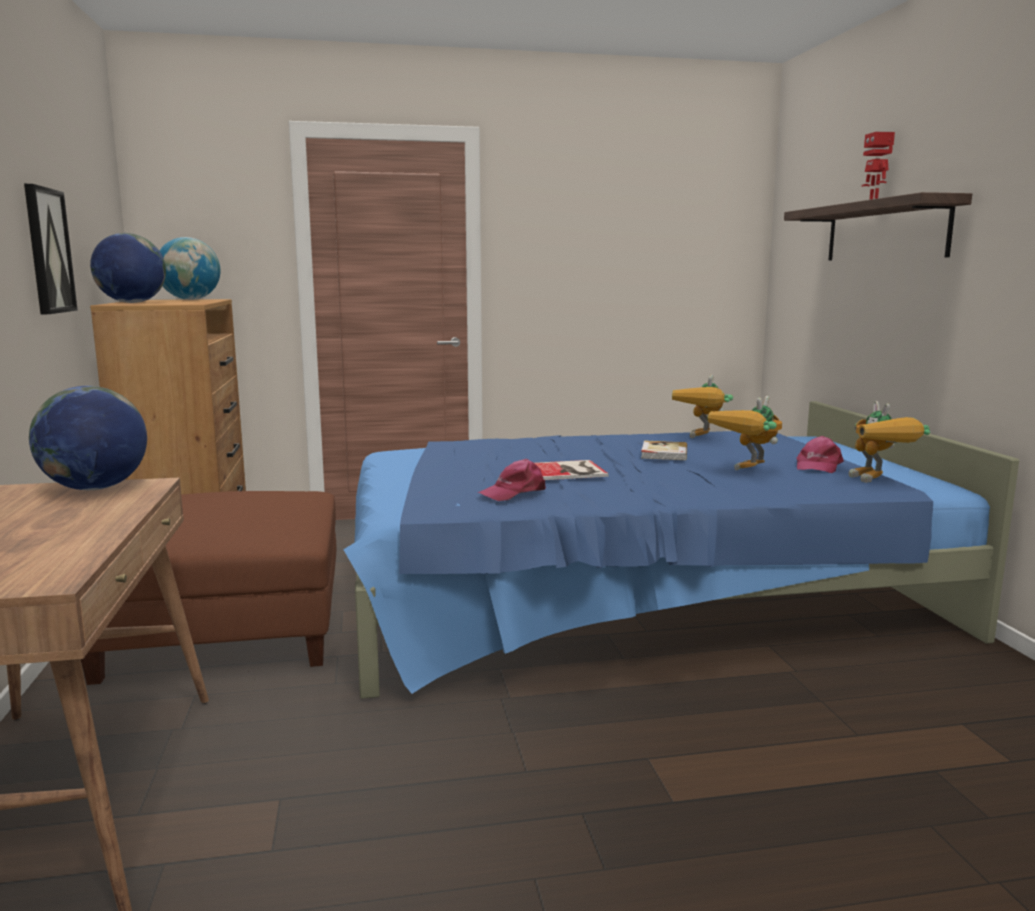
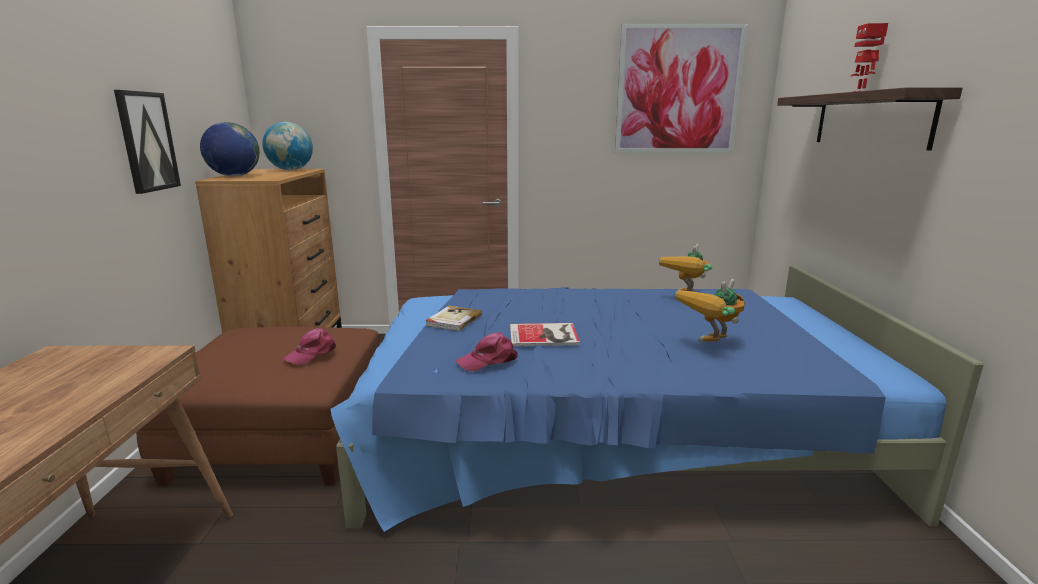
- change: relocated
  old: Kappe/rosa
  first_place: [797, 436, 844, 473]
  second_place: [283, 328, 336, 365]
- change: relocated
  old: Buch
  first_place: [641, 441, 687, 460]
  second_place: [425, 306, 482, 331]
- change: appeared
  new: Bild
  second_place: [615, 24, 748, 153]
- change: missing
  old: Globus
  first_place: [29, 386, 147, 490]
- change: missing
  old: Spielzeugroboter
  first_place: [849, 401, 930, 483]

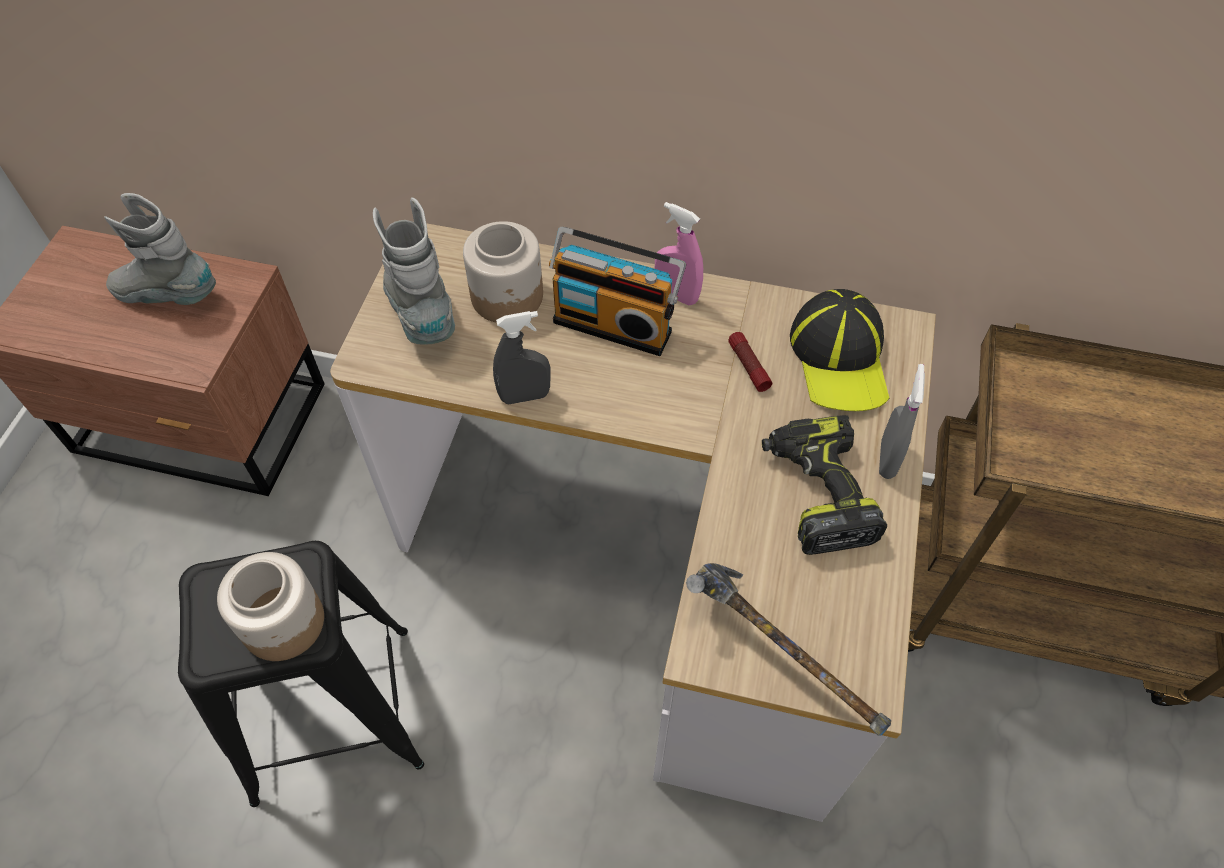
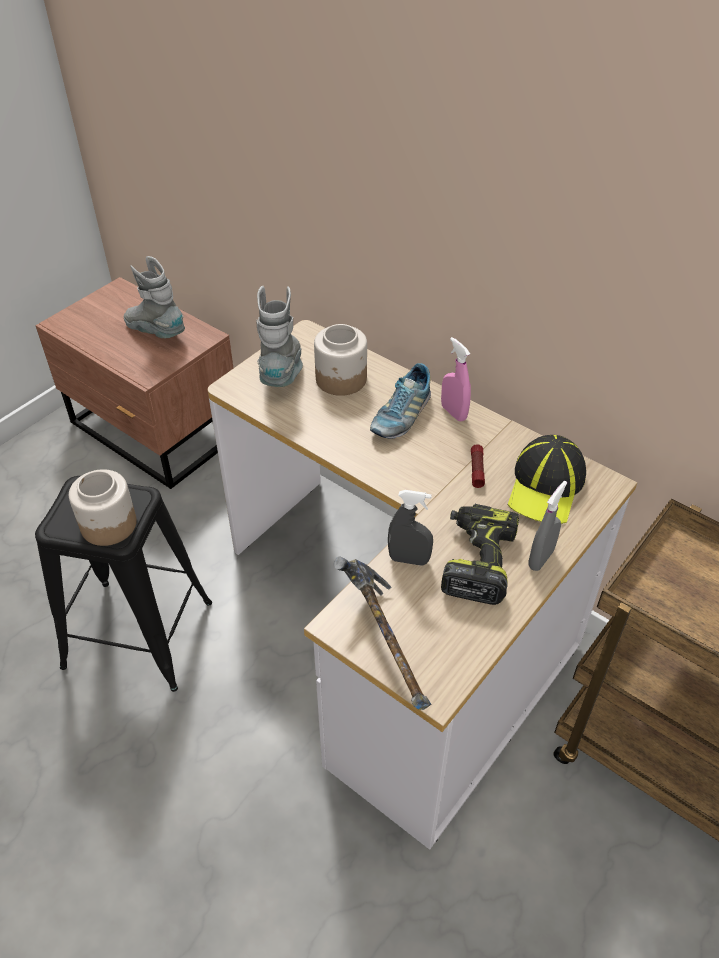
- change: exchanged
  old: Radio
  new: Schuh
  first_place: [549, 227, 686, 356]
  second_place: [370, 363, 431, 439]
- change: relocated
  old: Sprühflasche/grau
  first_place: [493, 311, 550, 404]
  second_place: [388, 490, 433, 566]

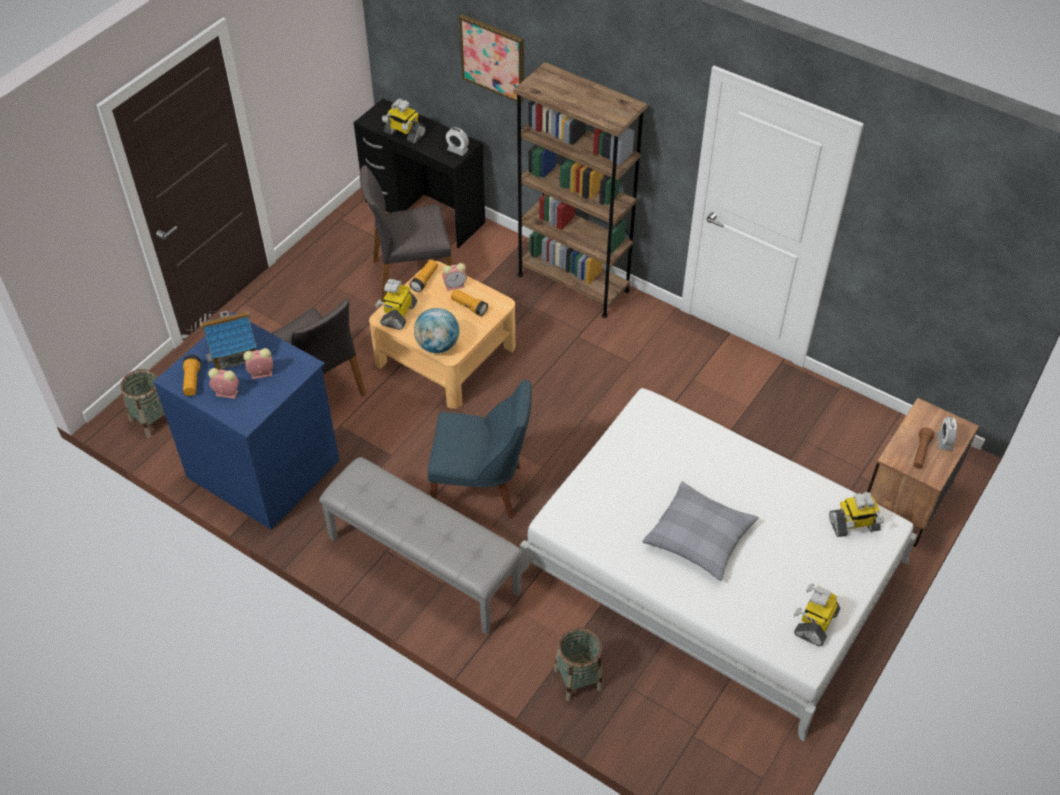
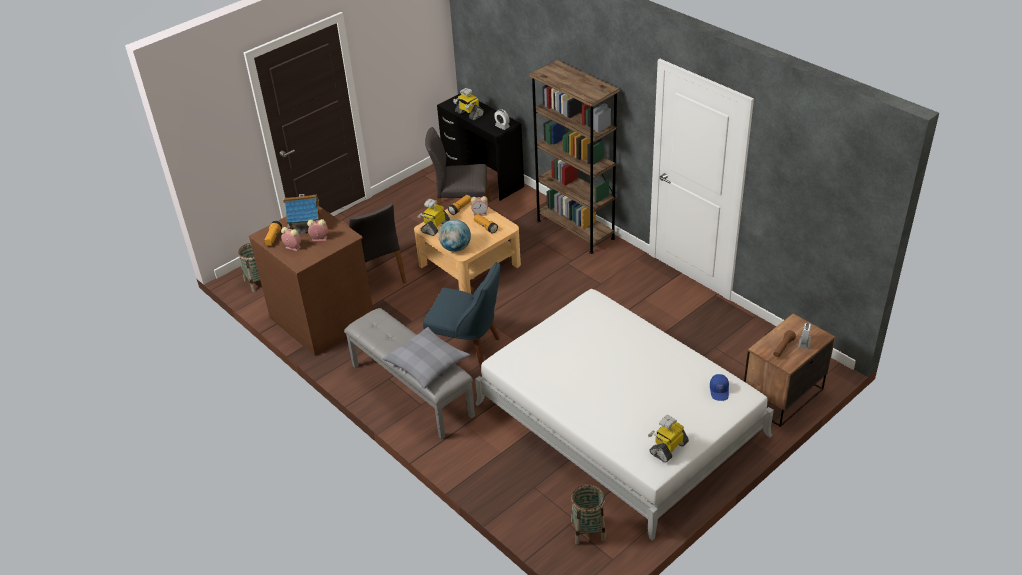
- change: colour
  old: Kommode/blau
  new: Kommode/braun
  first_place: [153, 312, 339, 530]
  second_place: [249, 206, 373, 356]
- change: relocated
  old: Kissen/grau
  first_place: [642, 481, 759, 581]
  second_place: [383, 327, 470, 389]
- change: relocated
  old: Korb
  first_place: [554, 628, 602, 701]
  second_place: [571, 484, 606, 544]
- change: exchanged
  old: Spielzeugroboter
  new: Kappe/blau
  first_place: [829, 492, 884, 537]
  second_place: [710, 374, 729, 401]
- change: missing
  old: Bild
  first_place: [459, 14, 524, 104]

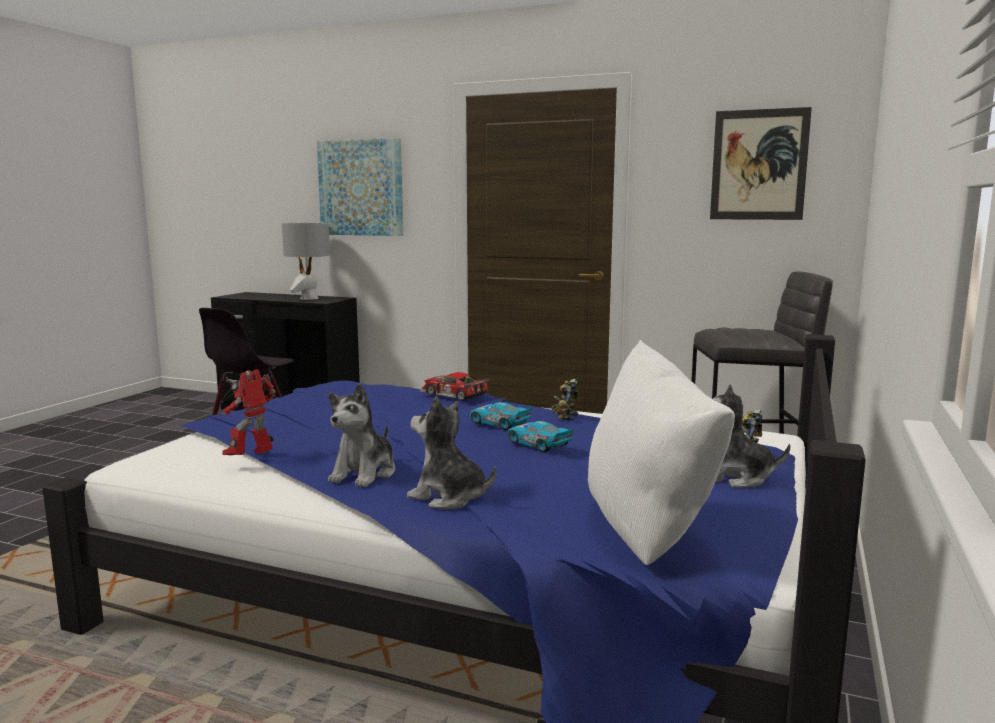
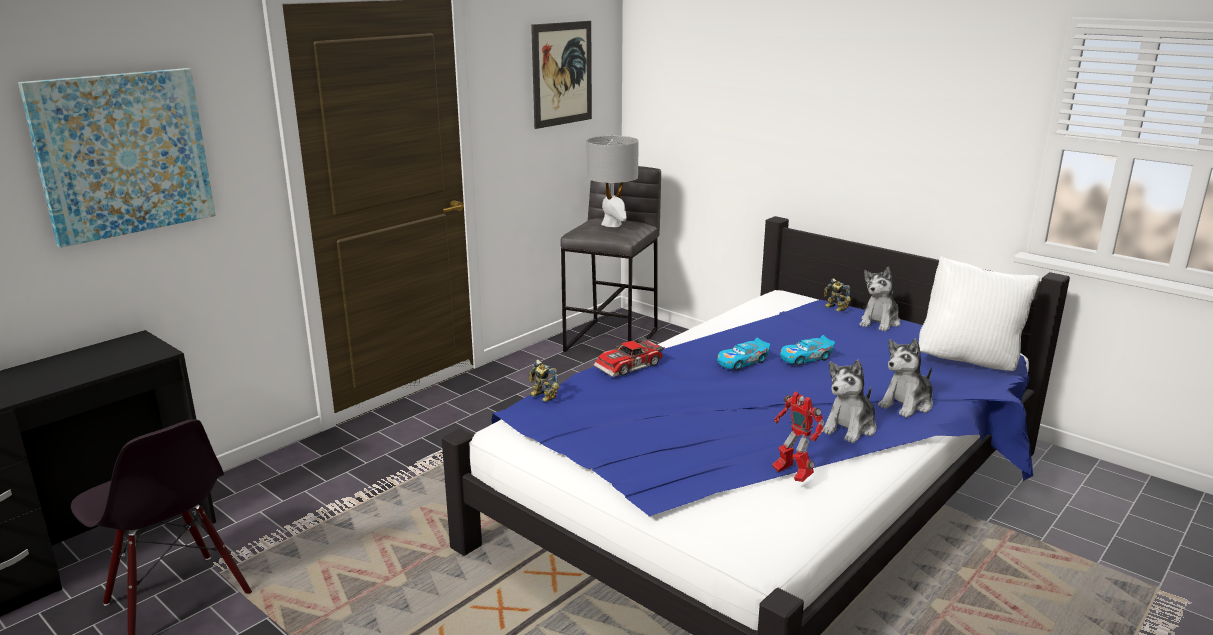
- change: relocated
  old: Spielzeugroboter
  first_place: [551, 379, 579, 420]
  second_place: [529, 360, 559, 402]
- change: relocated
  old: Tischlampe/grau
  first_place: [282, 222, 330, 300]
  second_place: [586, 136, 639, 227]
- change: spun
  old: Plüschtier
  first_place: [328, 383, 395, 487]
  second_place: [822, 360, 876, 443]
  degrees: 90

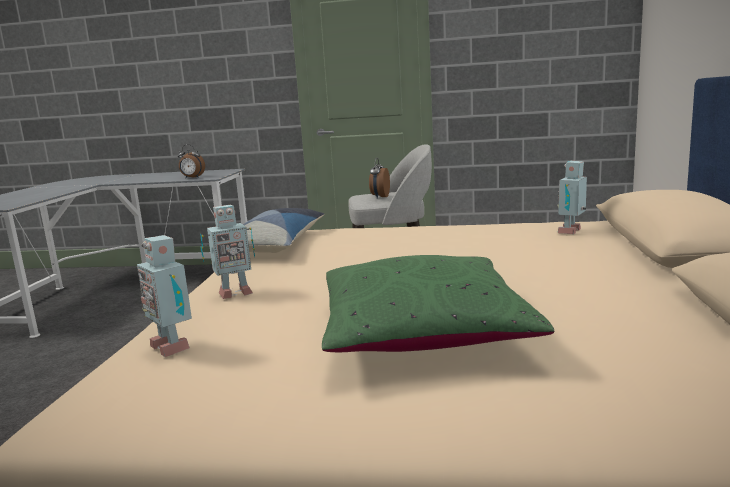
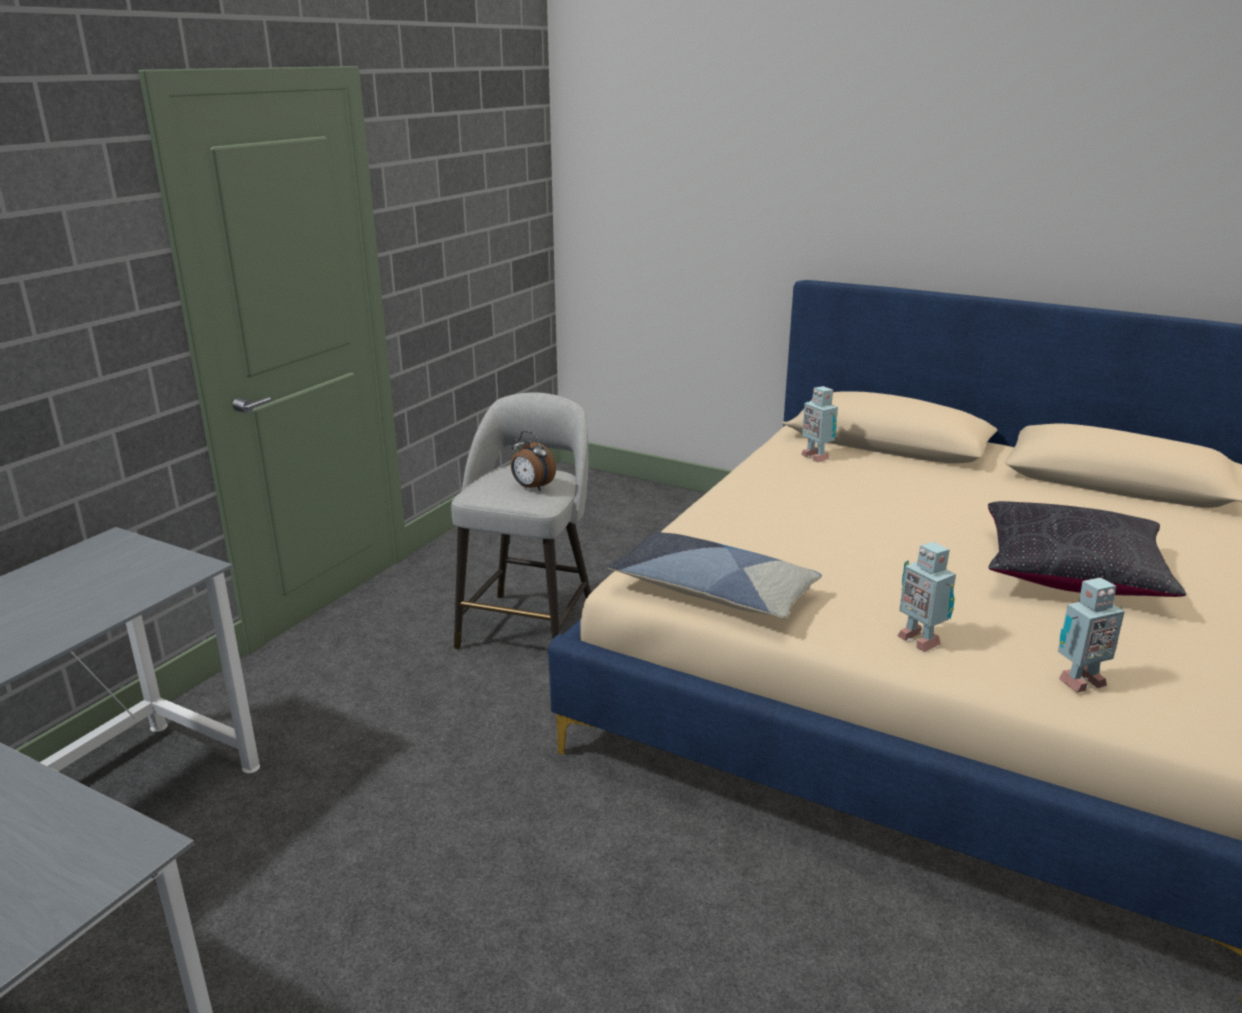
- change: spun
  old: Spielzeugroboter
  first_place: [200, 205, 255, 299]
  second_place: [898, 542, 956, 652]
  degrees: 150
- change: colour
  old: Kissen/grün
  new: Kissen/schwarz
  first_place: [322, 255, 554, 352]
  second_place: [988, 501, 1186, 597]
- change: missing
  old: Wecker
  first_place: [178, 144, 205, 178]

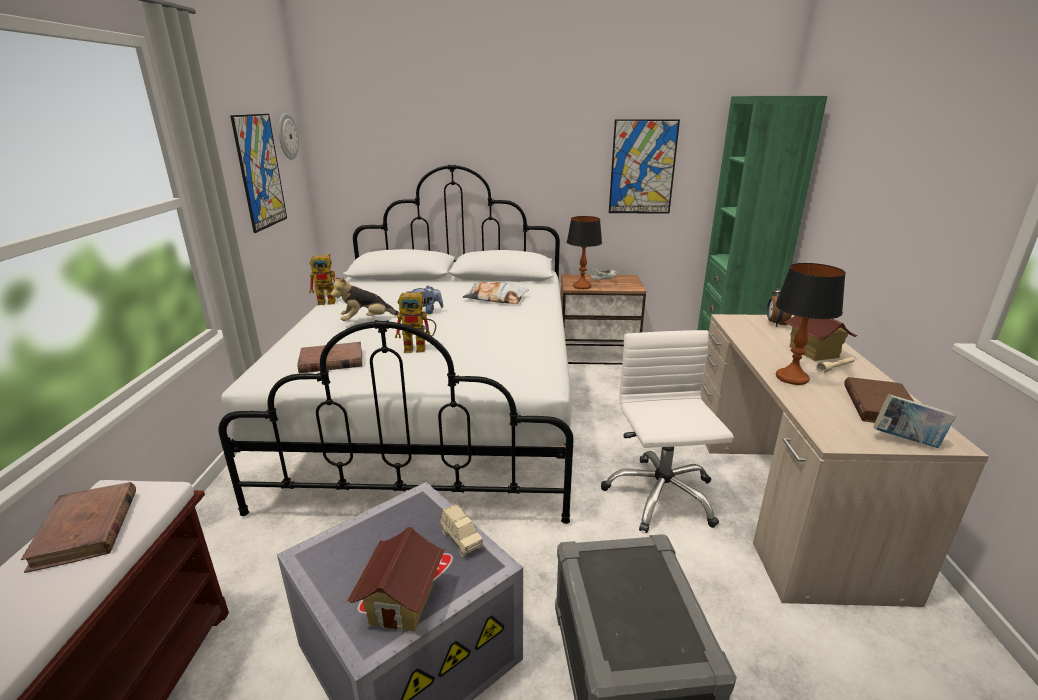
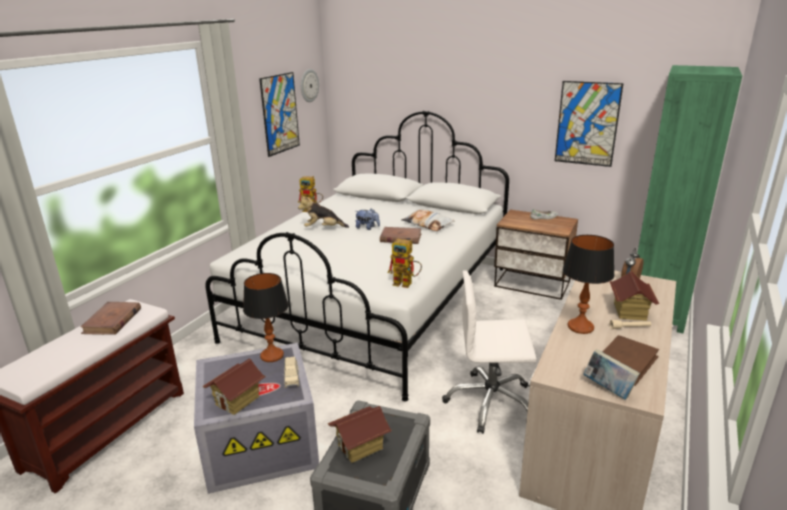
- change: relocated
  old: Tischlampe
  first_place: [567, 216, 602, 289]
  second_place: [243, 273, 289, 362]
- change: appeared
  new: Spielzeughaus
  second_place: [328, 406, 392, 463]
- change: relocated
  old: Buch/braun
  first_place: [297, 342, 362, 373]
  second_place: [380, 227, 421, 244]
- change: relocated
  old: Spielzeugroboter
  first_place: [395, 291, 436, 353]
  second_place: [388, 239, 422, 288]
- change: spun
  old: Bürostuhl/weiß
  first_place: [601, 330, 734, 533]
  second_place: [442, 270, 537, 434]
  degrees: -105

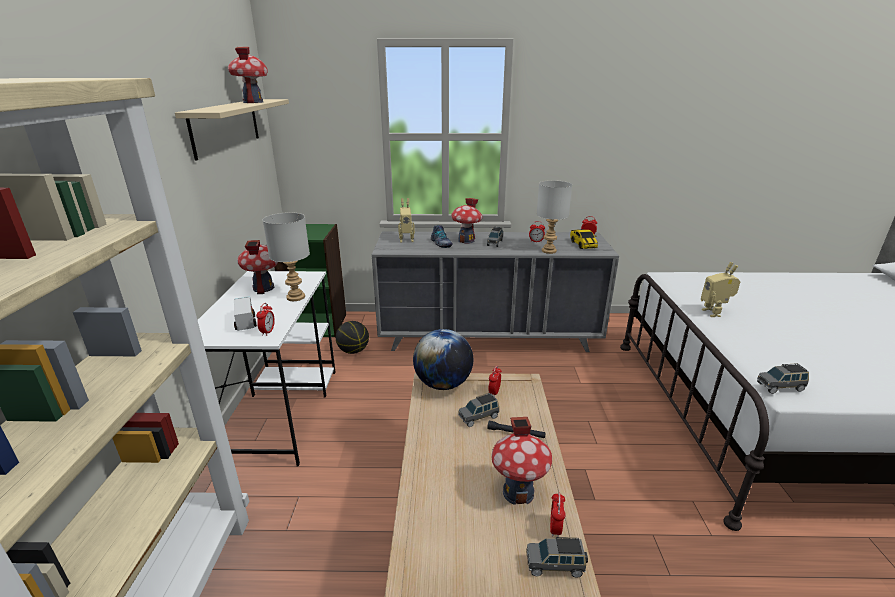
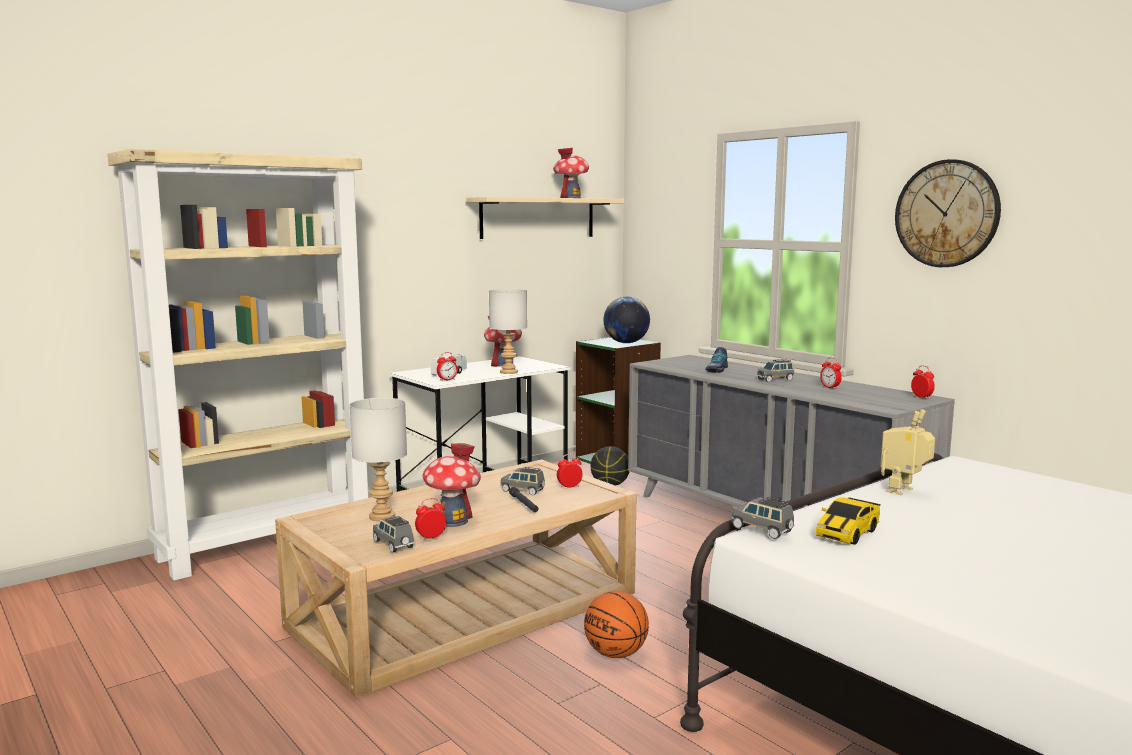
- change: relocated
  old: Tischlampe/grau
  first_place: [537, 180, 572, 254]
  second_place: [350, 398, 407, 521]
- change: appeared
  new: Basketball
  second_place: [584, 591, 649, 658]
- change: relocated
  old: Globus
  first_place: [413, 329, 473, 390]
  second_place: [603, 297, 650, 343]
- change: relocated
  old: Spielzeugauto
  first_place: [570, 229, 598, 249]
  second_place: [816, 497, 881, 545]
- change: appeared
  new: Wanduhr
  second_place: [895, 159, 1001, 267]
- change: missing
  old: Spielzeugroboter
  first_place: [398, 198, 415, 243]
- change: missing
  old: Spielzeughaus
  first_place: [451, 198, 483, 244]

